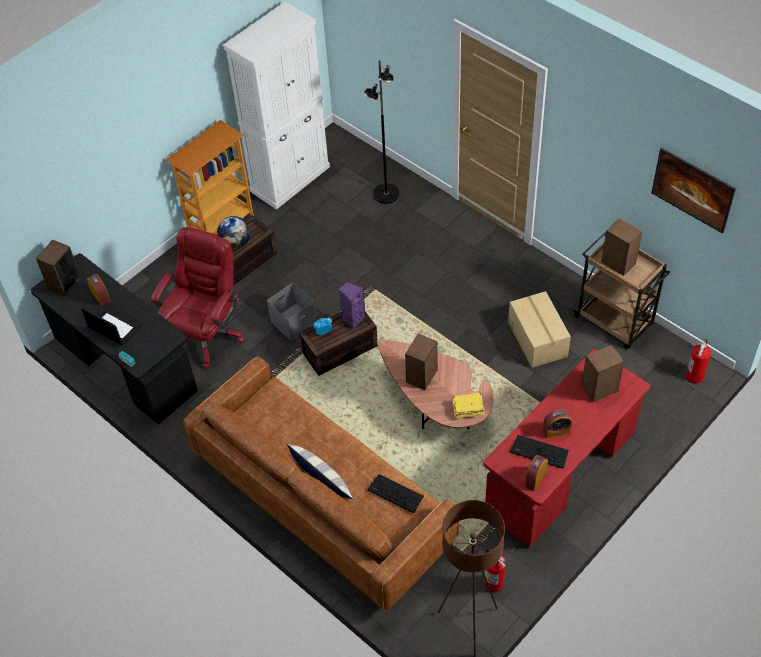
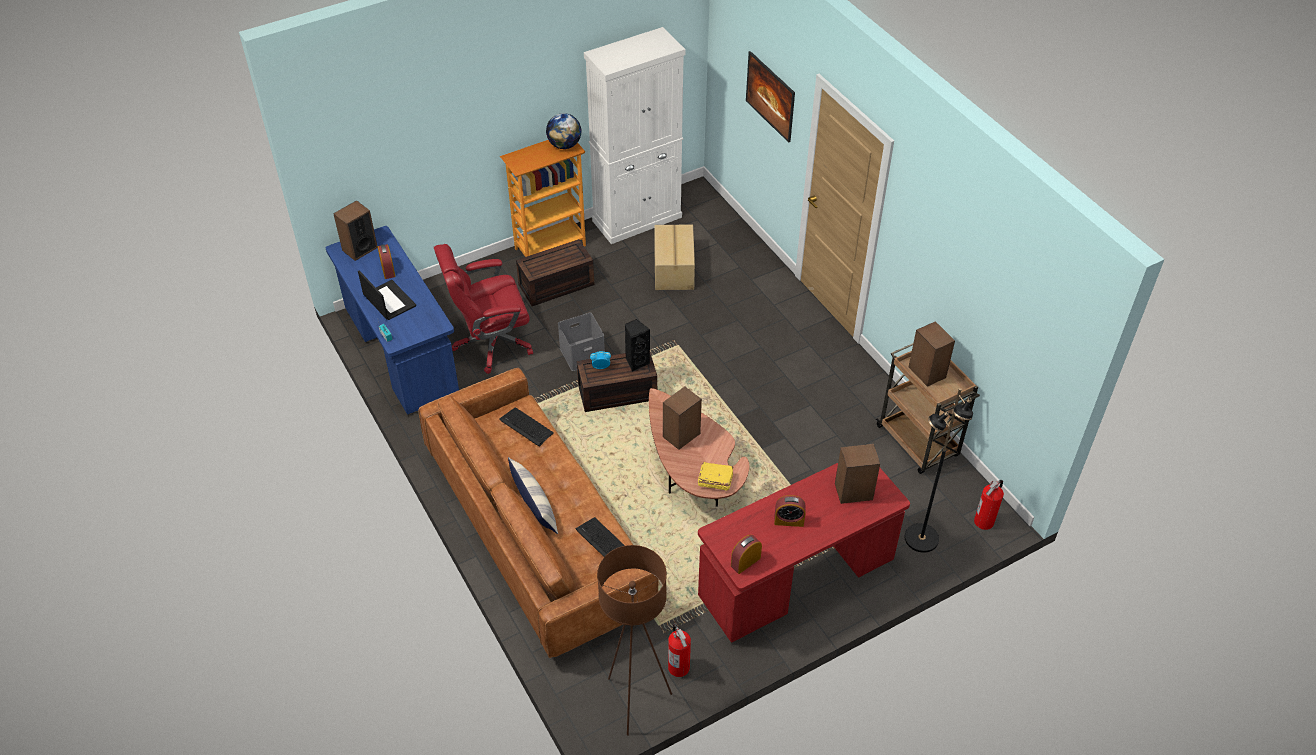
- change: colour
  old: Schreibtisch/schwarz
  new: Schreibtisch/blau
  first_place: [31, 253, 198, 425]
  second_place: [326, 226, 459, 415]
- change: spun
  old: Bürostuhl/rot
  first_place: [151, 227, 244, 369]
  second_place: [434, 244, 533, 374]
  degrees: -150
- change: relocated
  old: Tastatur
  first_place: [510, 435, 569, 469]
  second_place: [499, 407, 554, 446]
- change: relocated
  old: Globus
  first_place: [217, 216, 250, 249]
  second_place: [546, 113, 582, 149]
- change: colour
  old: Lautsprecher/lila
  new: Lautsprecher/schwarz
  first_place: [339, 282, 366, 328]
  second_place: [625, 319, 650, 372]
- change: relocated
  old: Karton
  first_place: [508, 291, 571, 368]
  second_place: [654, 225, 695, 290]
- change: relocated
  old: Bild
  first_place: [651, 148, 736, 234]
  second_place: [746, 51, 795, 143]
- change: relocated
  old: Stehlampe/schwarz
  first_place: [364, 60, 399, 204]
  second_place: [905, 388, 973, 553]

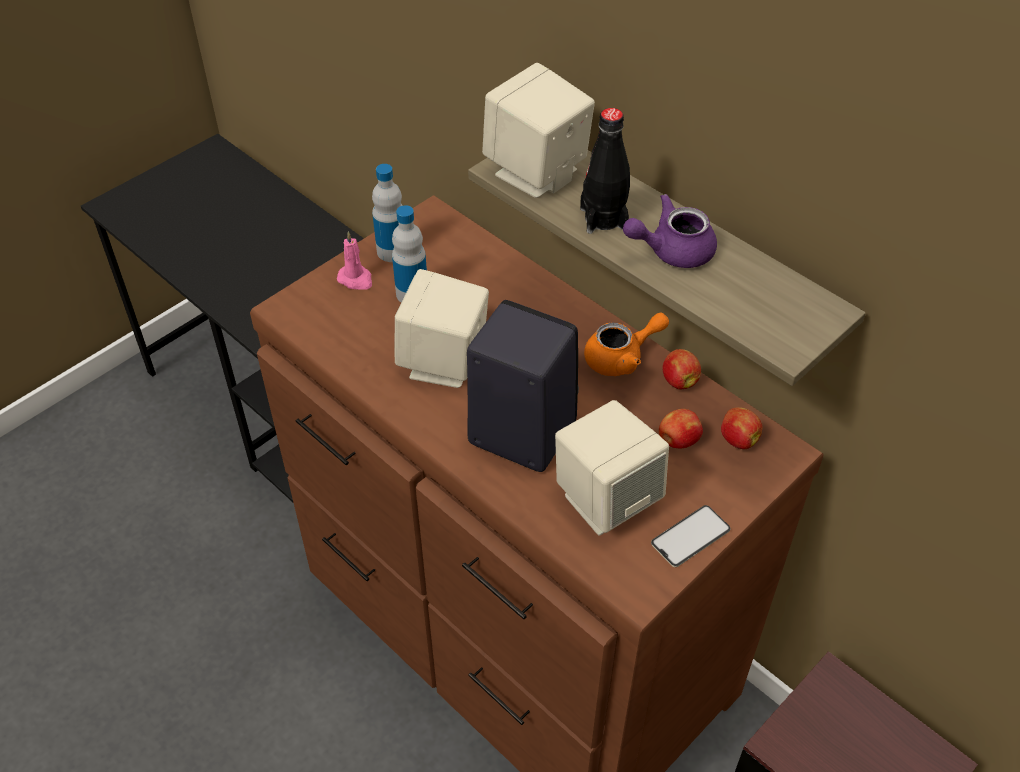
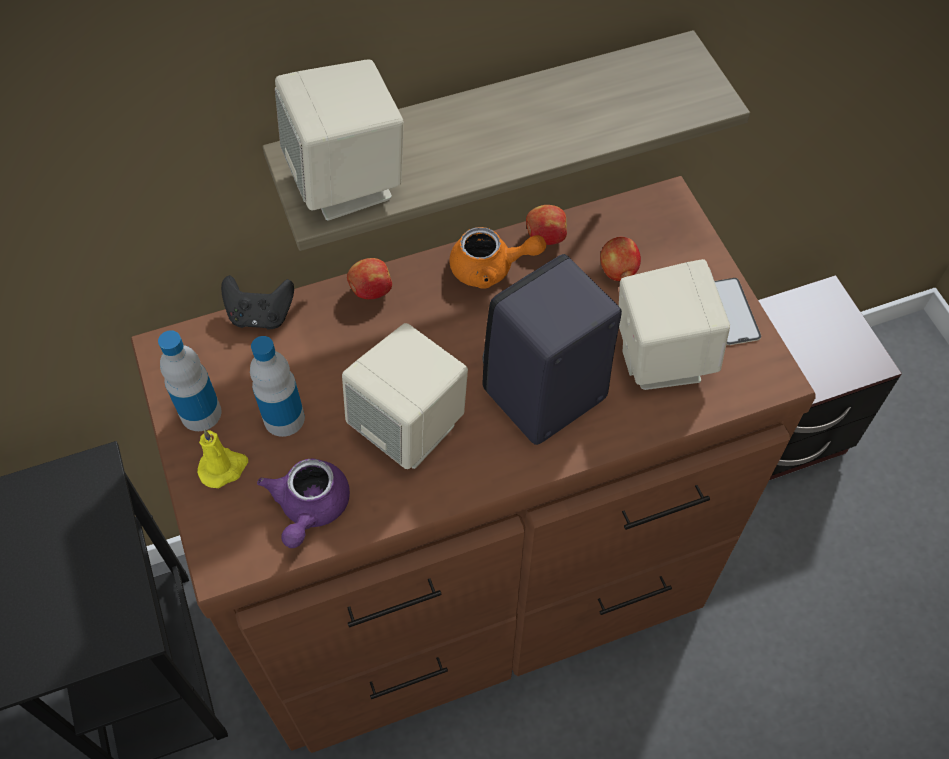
- change: colour
  old: Kerze/rosa
  new: Kerze/gelb
  first_place: [337, 231, 372, 290]
  second_place: [197, 429, 248, 488]
- change: appeared
  new: Gamepad/schwarz
  second_place: [221, 275, 294, 330]
- change: relocated
  old: Teekanne/lila
  first_place: [623, 194, 717, 268]
  second_place: [257, 459, 350, 548]
- change: relocated
  old: Apfel
  first_place: [721, 407, 762, 449]
  second_place: [347, 258, 392, 299]
- change: spun
  old: Teekanne/orange
  first_place: [584, 313, 669, 376]
  second_place: [450, 227, 546, 289]
  degrees: 90
- change: missing
  old: Flasche/schwarz
  first_place: [580, 108, 630, 234]

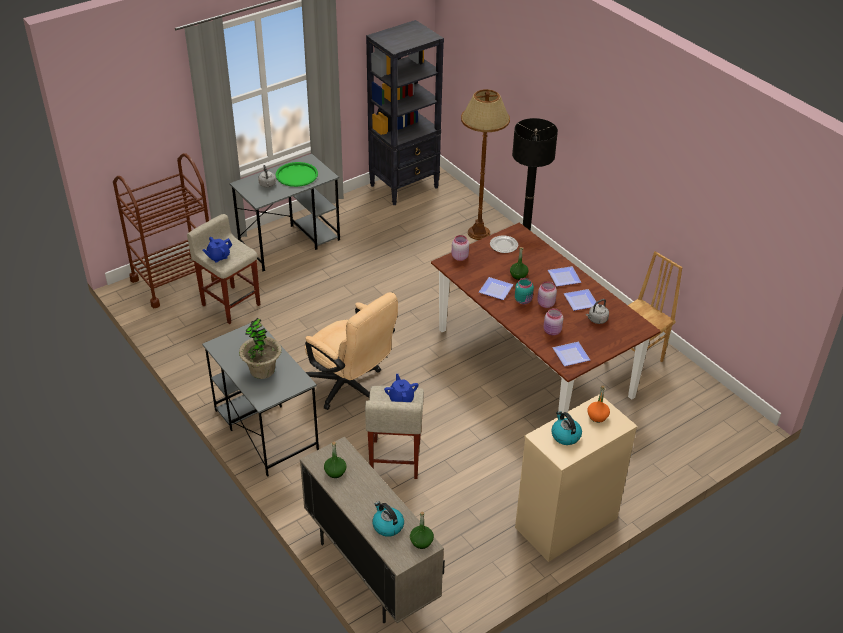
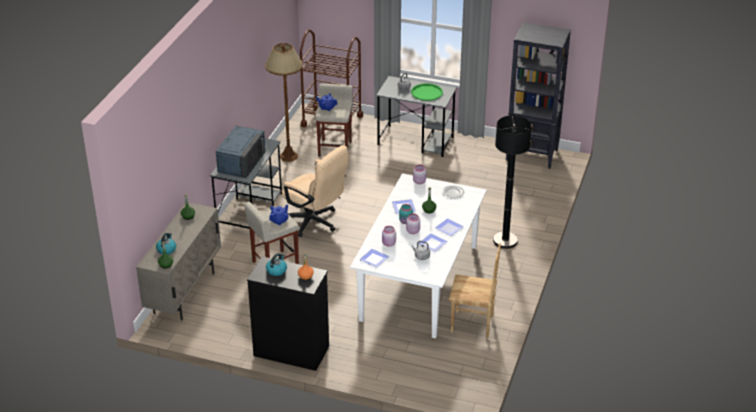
- change: exchanged
  old: Topfpflanze
  new: Mikrowelle/blau
  first_place: [239, 318, 282, 379]
  second_place: [216, 126, 266, 178]
- change: colour
  old: Kommode/beige
  new: Kommode/schwarz
  first_place: [515, 394, 638, 562]
  second_place: [247, 256, 329, 371]
- change: relocated
  old: Stehlampe/braun
  first_place: [461, 89, 510, 240]
  second_place: [265, 43, 303, 162]
- change: spun
  old: Bürostuhl/beige
  first_place: [305, 292, 398, 410]
  second_place: [282, 145, 348, 237]
  degrees: -60
- change: colour
  old: Esstisch/braun
  new: Esstisch/weiß
  first_place: [431, 223, 661, 413]
  second_place: [350, 173, 487, 338]

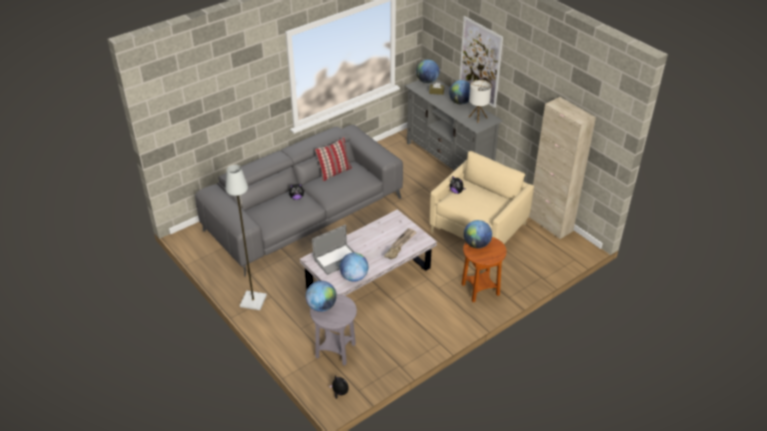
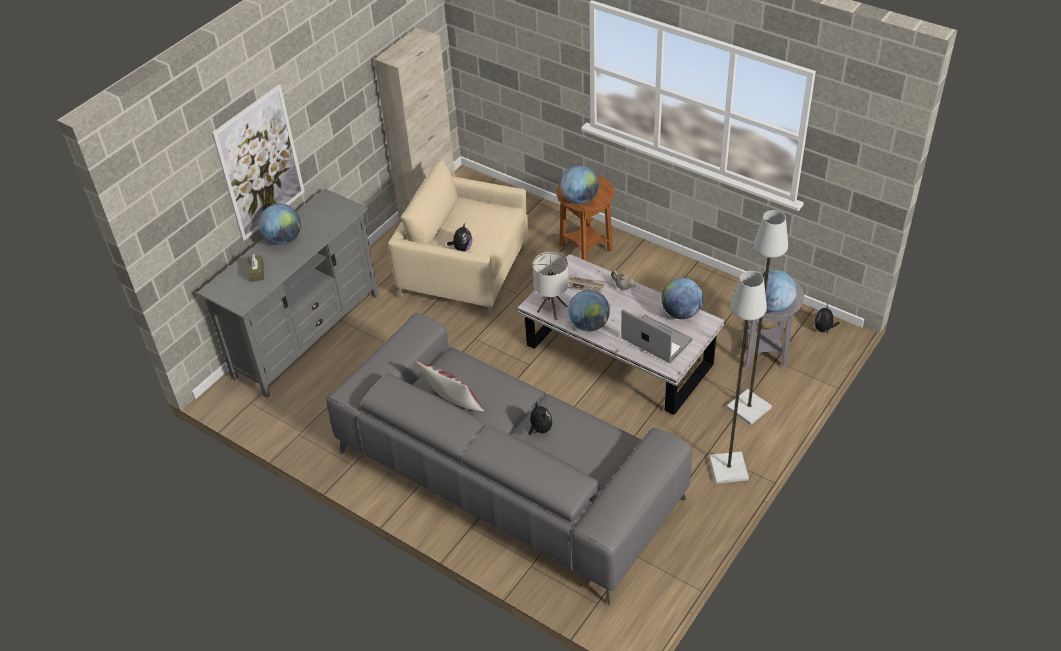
- change: relocated
  old: Tischlampe
  first_place: [469, 80, 491, 123]
  second_place: [533, 252, 569, 320]
- change: relocated
  old: Globus
  first_place: [416, 60, 439, 83]
  second_place: [568, 290, 610, 332]
- change: appeared
  new: Stehlampe/grau
  second_place: [727, 210, 788, 425]

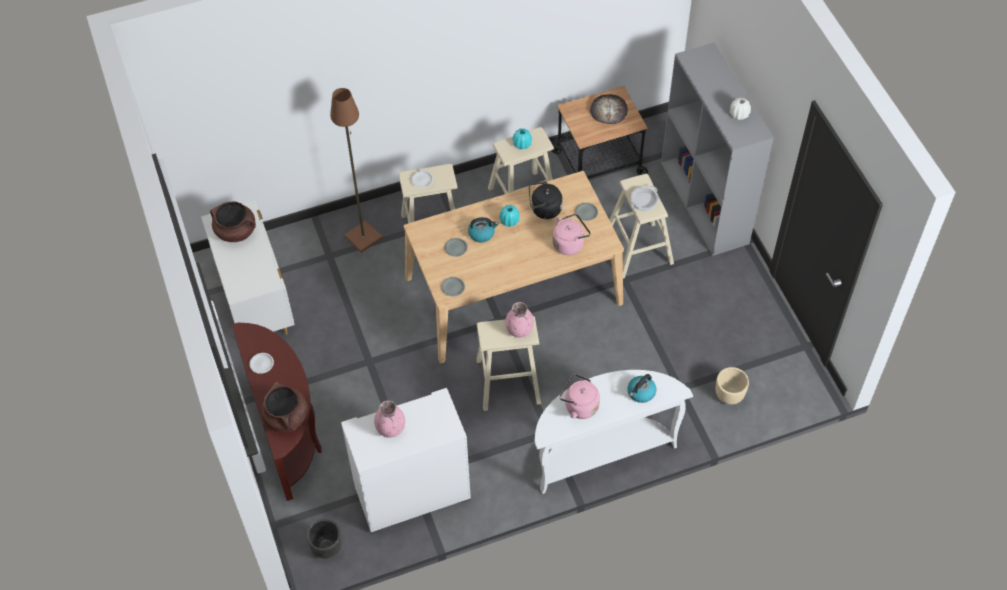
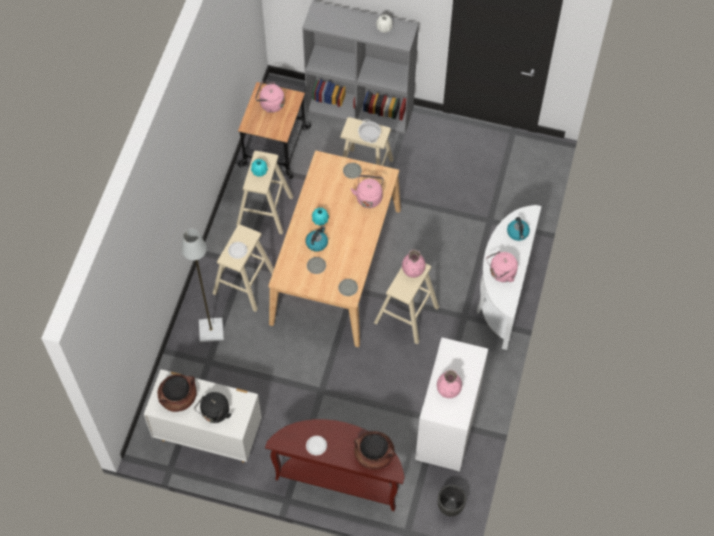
- change: colour
  old: Stehlampe/braun
  new: Stehlampe/grau
  first_place: [330, 88, 382, 253]
  second_place: [181, 229, 224, 342]
- change: relocated
  old: Wasserkessel/schwarz
  first_place: [529, 181, 563, 219]
  second_place: [194, 392, 232, 423]
- change: exchanged
  old: Brot
  new: Wasserkessel/rosa
  first_place: [590, 94, 628, 124]
  second_place: [255, 81, 285, 113]
- change: missing
  old: Pflanzkübel/beige
  first_place: [716, 367, 749, 405]

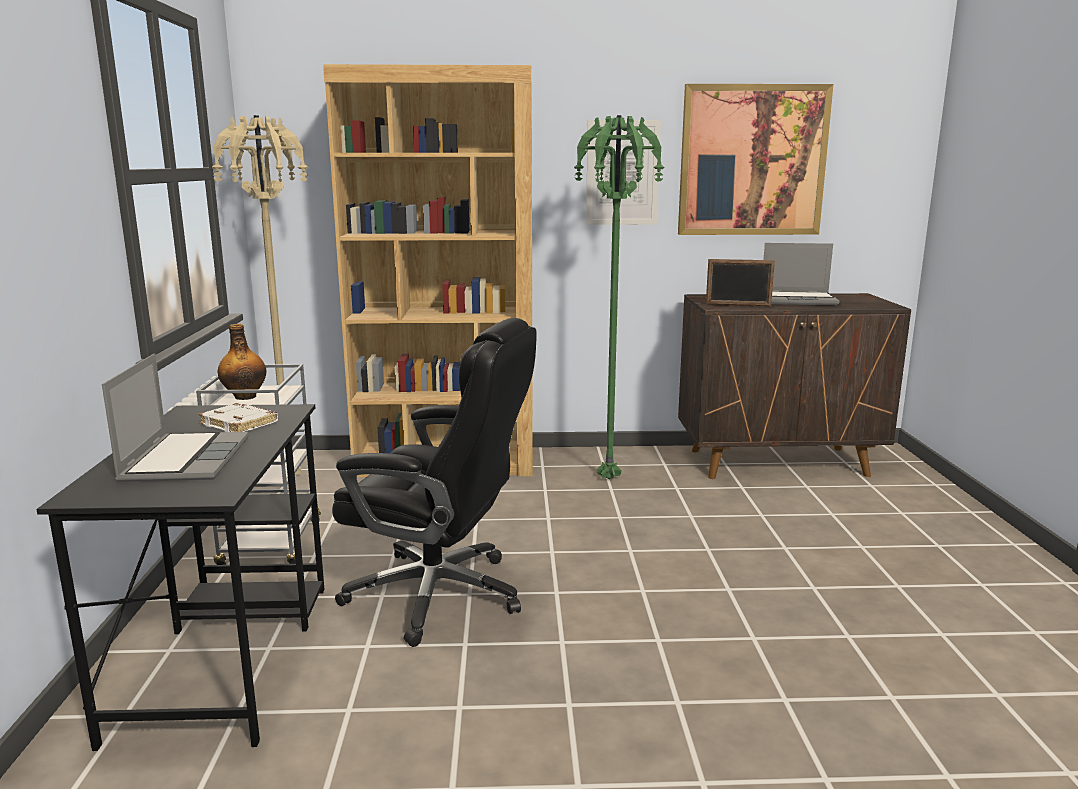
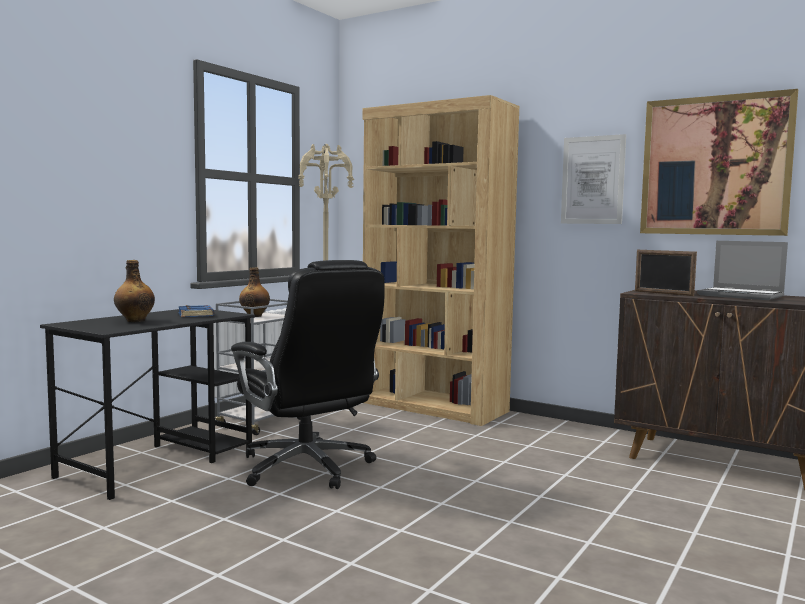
- change: exchanged
  old: Laptop
  new: Flasche
  first_place: [102, 354, 249, 482]
  second_place: [114, 260, 155, 322]
- change: colour
  old: Buch/weiß
  new: Buch/blau
  first_place: [198, 403, 278, 432]
  second_place: [179, 305, 214, 317]
- change: missing
  old: Stehlampe/grün
  first_place: [574, 115, 664, 479]

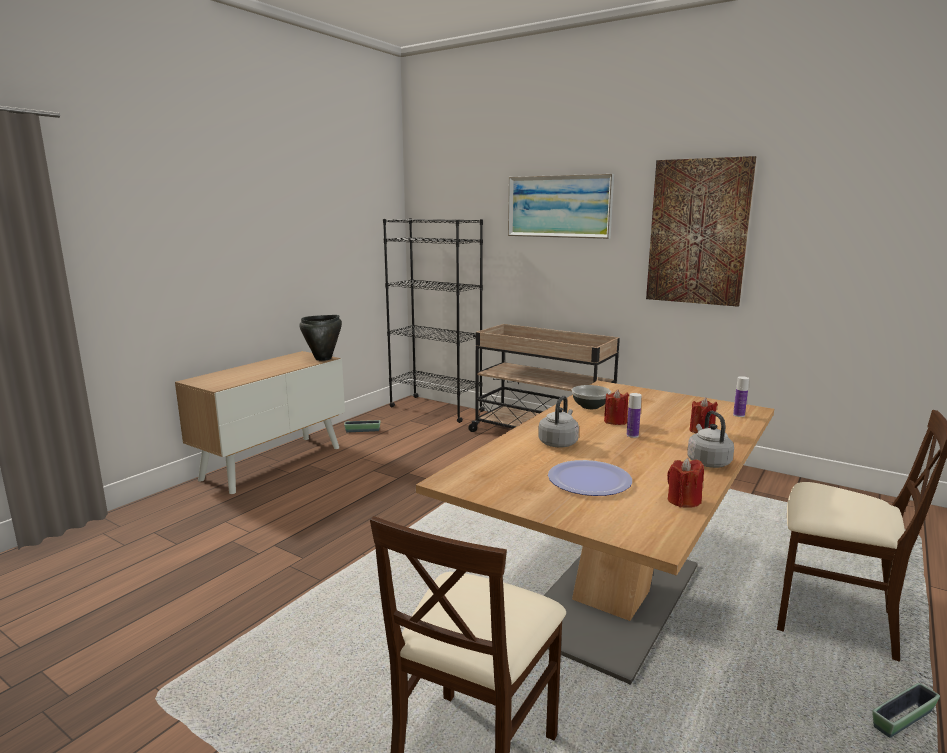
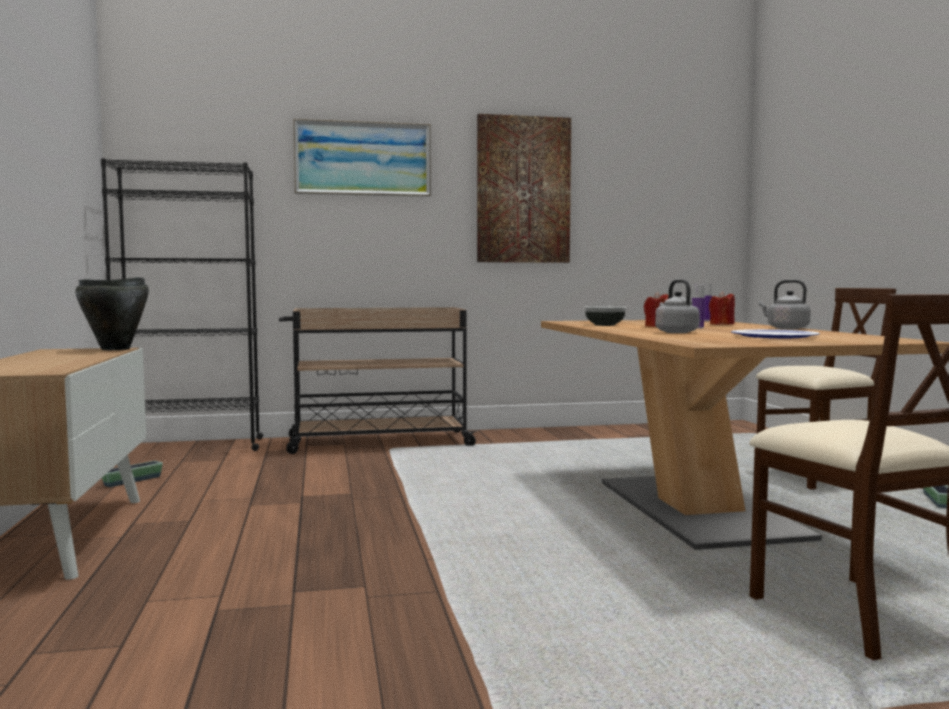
- change: missing
  old: Kerze/rot
  first_place: [667, 458, 704, 508]

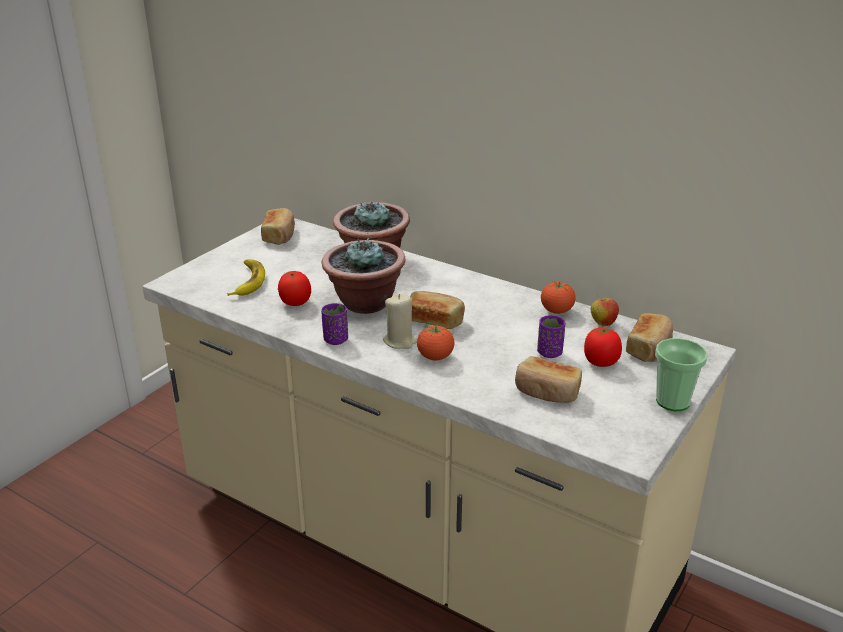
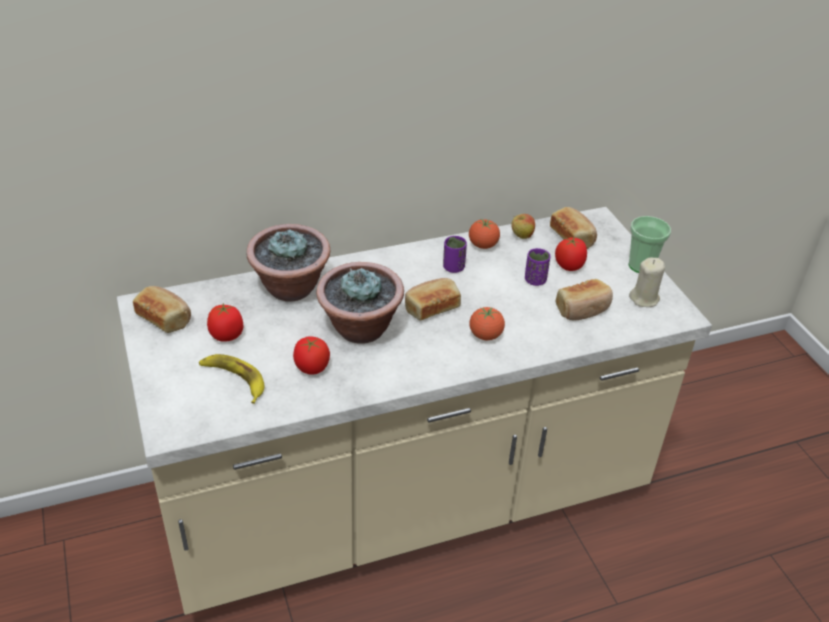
- change: appeared
  new: Tomate
  second_place: [207, 303, 243, 342]
- change: relocated
  old: Tasse/lila
  first_place: [321, 303, 348, 345]
  second_place: [443, 236, 467, 273]
- change: relocated
  old: Kerze/beige
  first_place: [383, 294, 417, 349]
  second_place: [629, 257, 665, 307]

